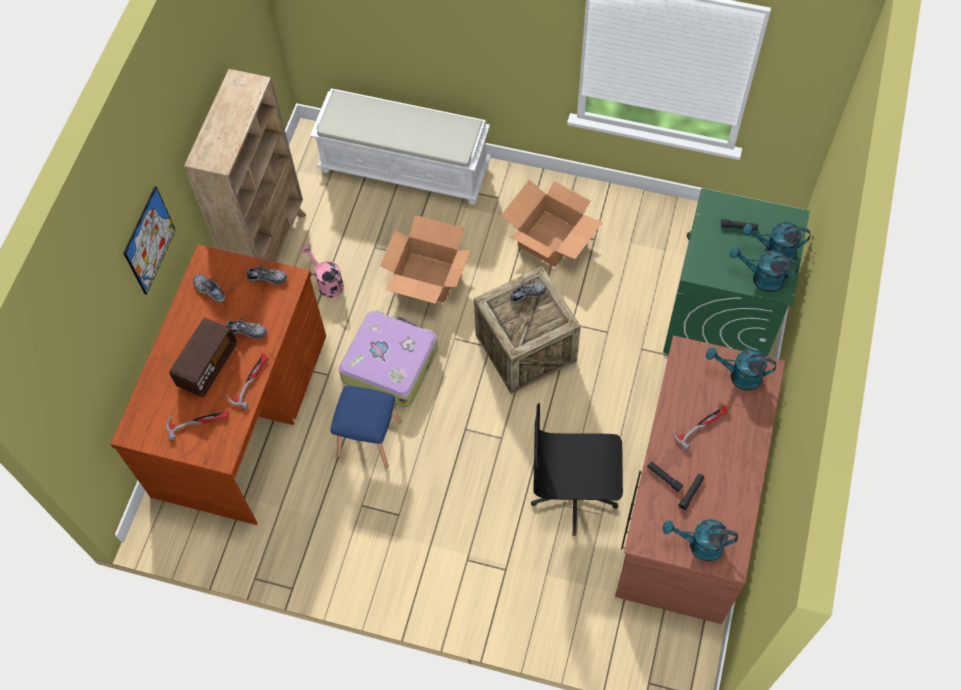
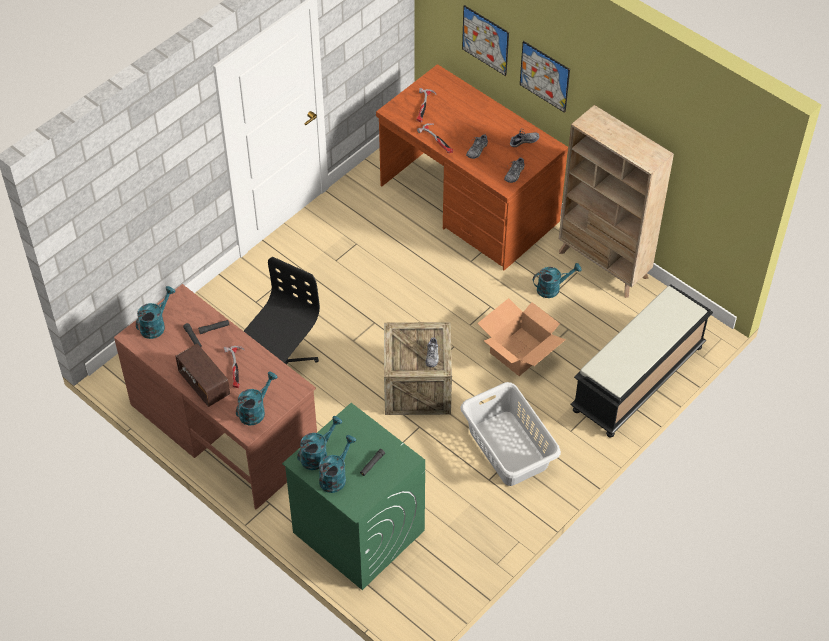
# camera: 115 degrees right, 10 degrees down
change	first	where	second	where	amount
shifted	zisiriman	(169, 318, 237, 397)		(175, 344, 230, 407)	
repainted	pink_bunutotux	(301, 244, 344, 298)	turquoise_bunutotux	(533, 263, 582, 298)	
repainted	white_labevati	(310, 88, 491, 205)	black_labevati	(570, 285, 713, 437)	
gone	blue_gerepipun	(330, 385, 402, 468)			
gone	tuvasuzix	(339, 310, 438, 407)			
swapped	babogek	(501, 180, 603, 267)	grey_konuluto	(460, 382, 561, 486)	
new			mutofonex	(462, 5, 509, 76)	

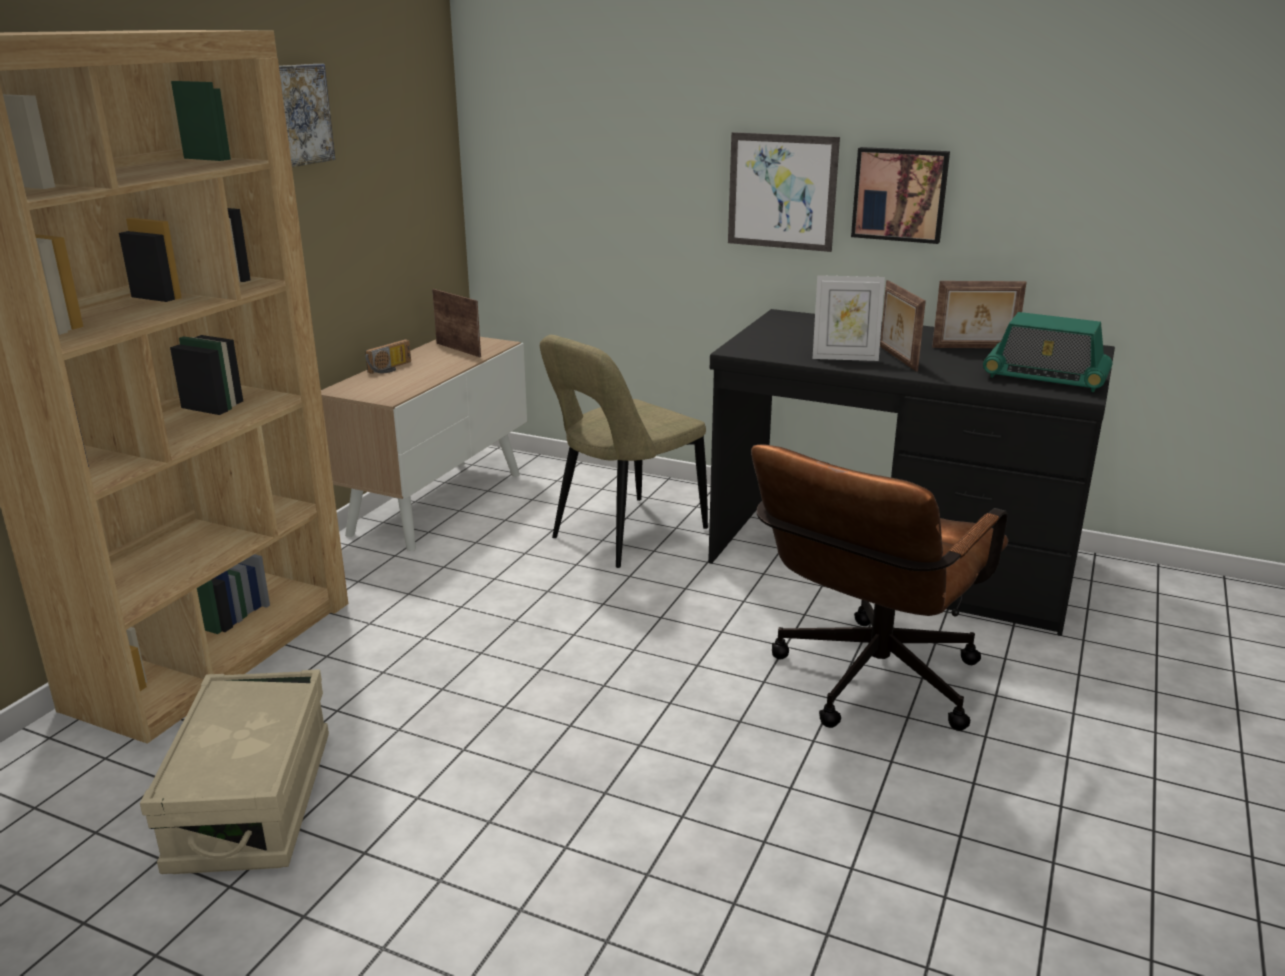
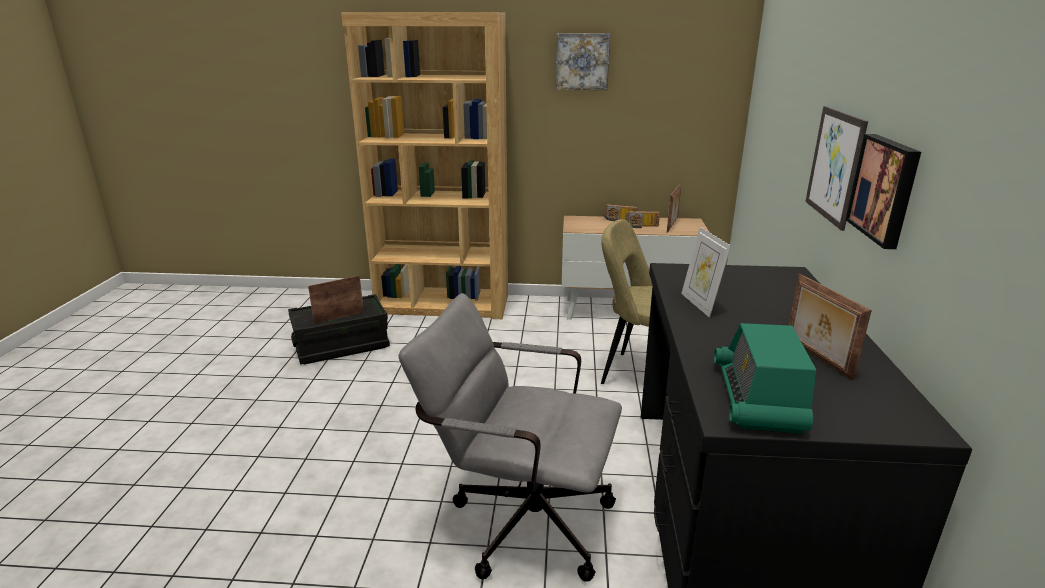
# camera: 70 degrees right, 0 degrees up
change	first	where	second	where	amount
repainted	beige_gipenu	(140, 669, 329, 874)	black_gipenu	(288, 294, 390, 364)	
repainted	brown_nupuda	(751, 444, 1009, 731)	grey_nupuda	(398, 293, 622, 582)	
shifted	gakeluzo	(880, 280, 926, 372)		(308, 275, 364, 324)	
new			zisiriman	(625, 211, 660, 228)	

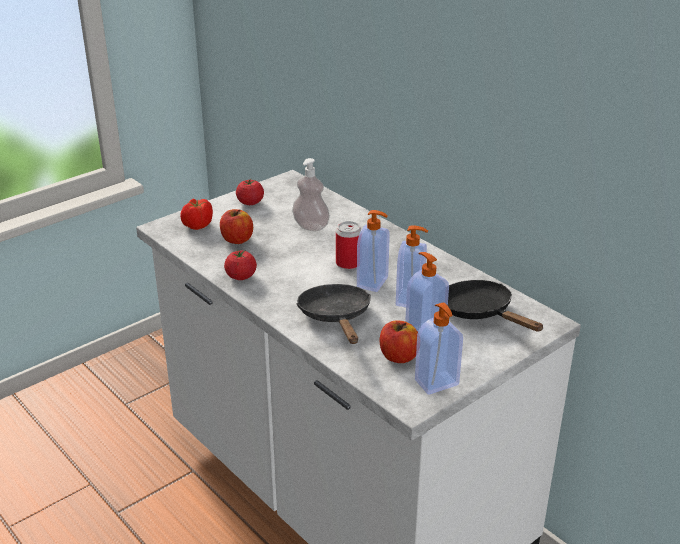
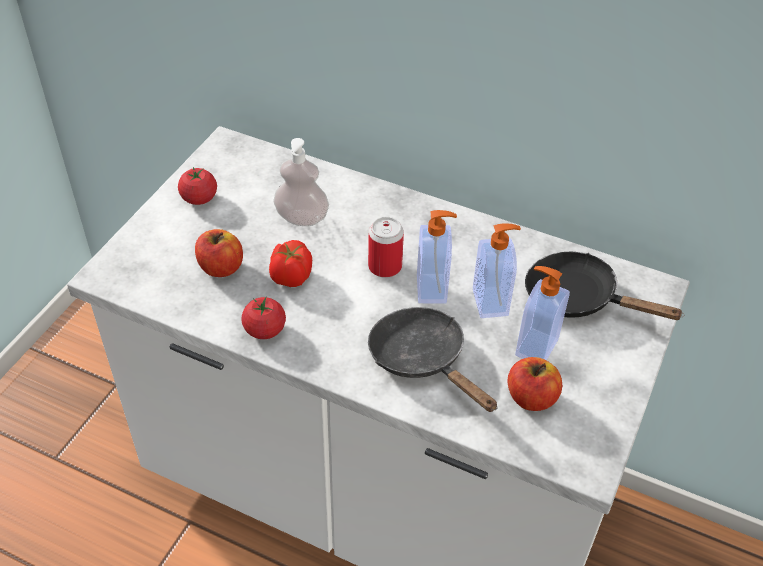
# camera: 25 degrees left, 15 degrees up
change	first	where	second	where	amount
shifted	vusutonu	(180, 199, 213, 230)		(269, 240, 312, 287)	
gone	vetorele	(415, 302, 463, 394)			

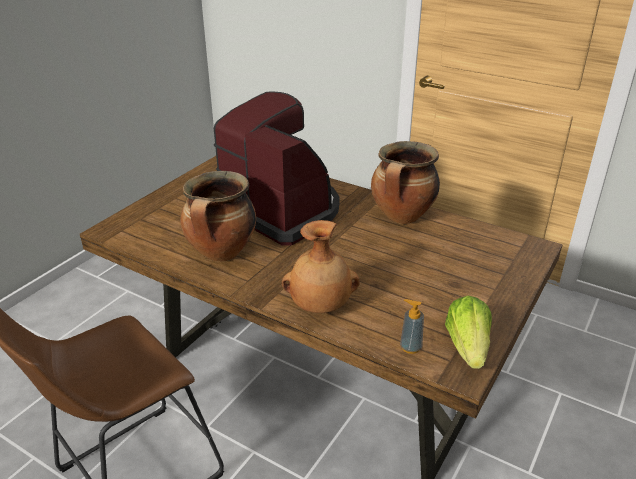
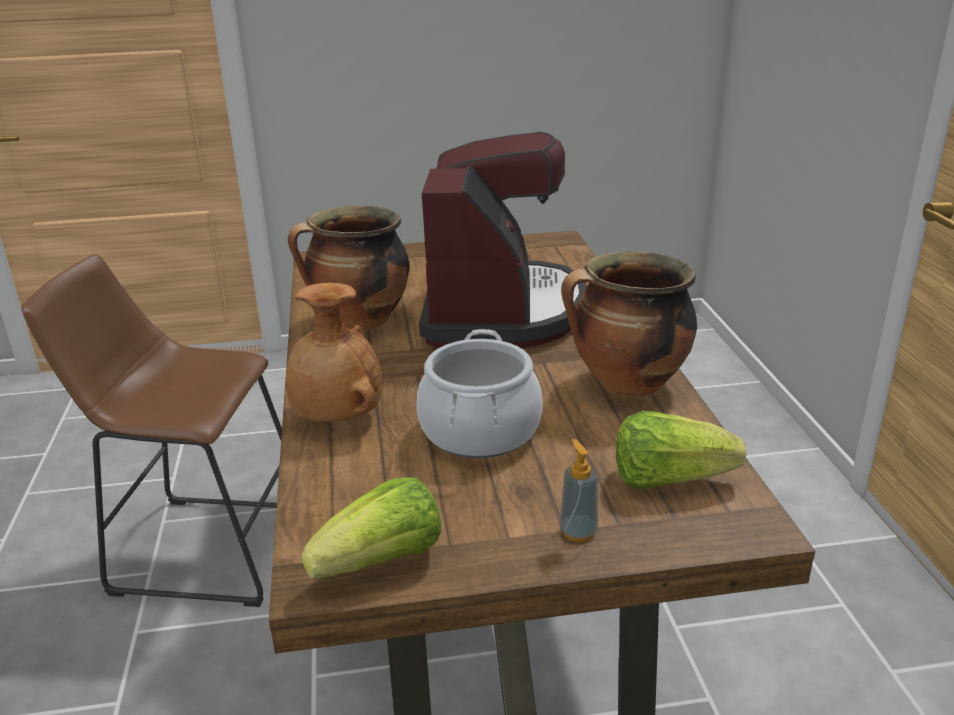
# camera: 50 degrees right, 5 degrees down
change	first	where	second	where	amount
shifted	vetorele	(400, 299, 424, 354)		(560, 439, 598, 542)	
new			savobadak	(416, 329, 543, 458)	
new			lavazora	(616, 411, 746, 489)	

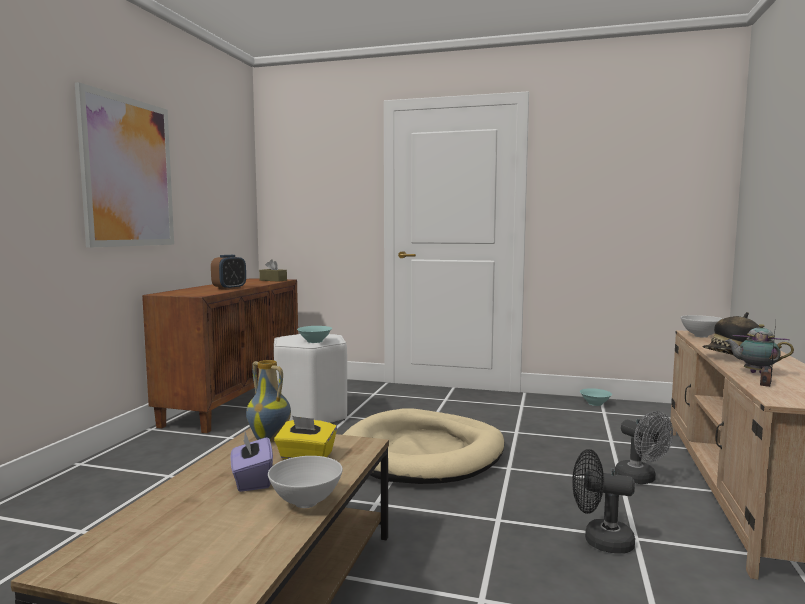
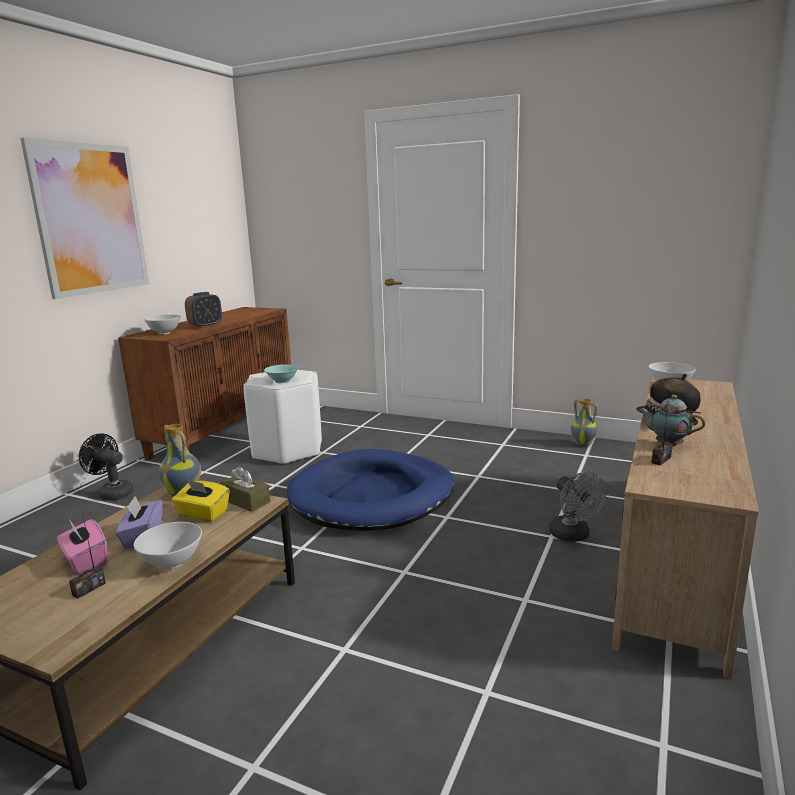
# camera: 10 degrees right, 10 degrees up
change	first	where	second	where	amount
shifted	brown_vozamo	(259, 260, 287, 282)		(220, 466, 270, 512)	
repainted	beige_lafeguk	(343, 408, 504, 484)	blue_lafeguk	(286, 449, 454, 531)	
shifted	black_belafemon	(572, 449, 635, 554)		(79, 433, 134, 501)	
swapped	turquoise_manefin	(580, 388, 612, 406)	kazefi	(571, 399, 598, 446)	
new			pink_vozamo	(57, 519, 107, 574)	
new			zisiriman	(69, 513, 106, 598)	
new			white_manefin	(144, 314, 181, 334)	

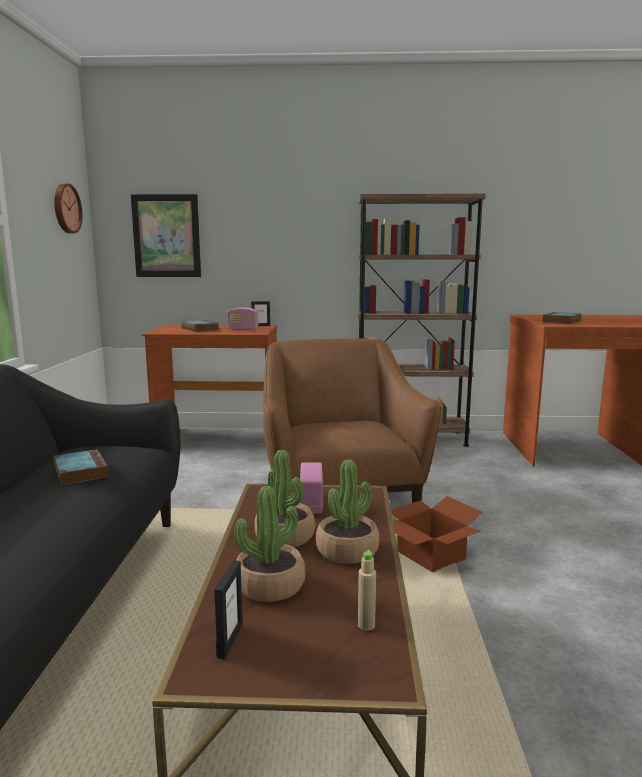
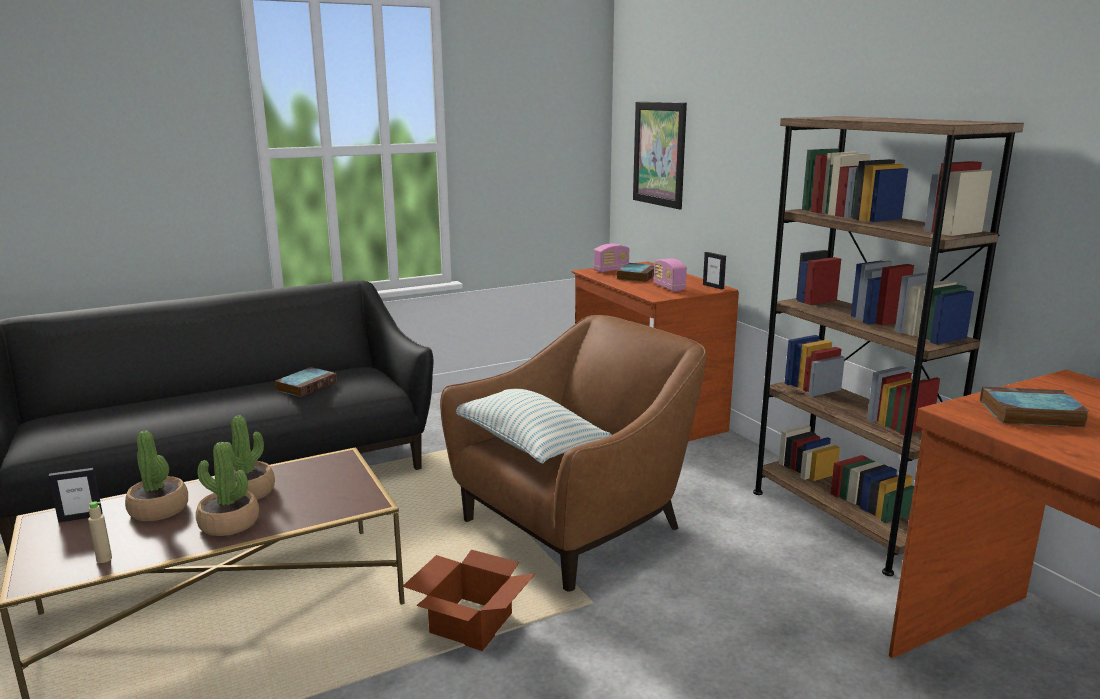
# camera: 60 degrees right, 5 degrees up
change	first	where	second	where	amount
gone	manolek	(54, 184, 83, 233)			
shifted	zisiriman	(300, 462, 323, 514)		(594, 244, 629, 273)	
new			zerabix	(456, 389, 612, 463)	

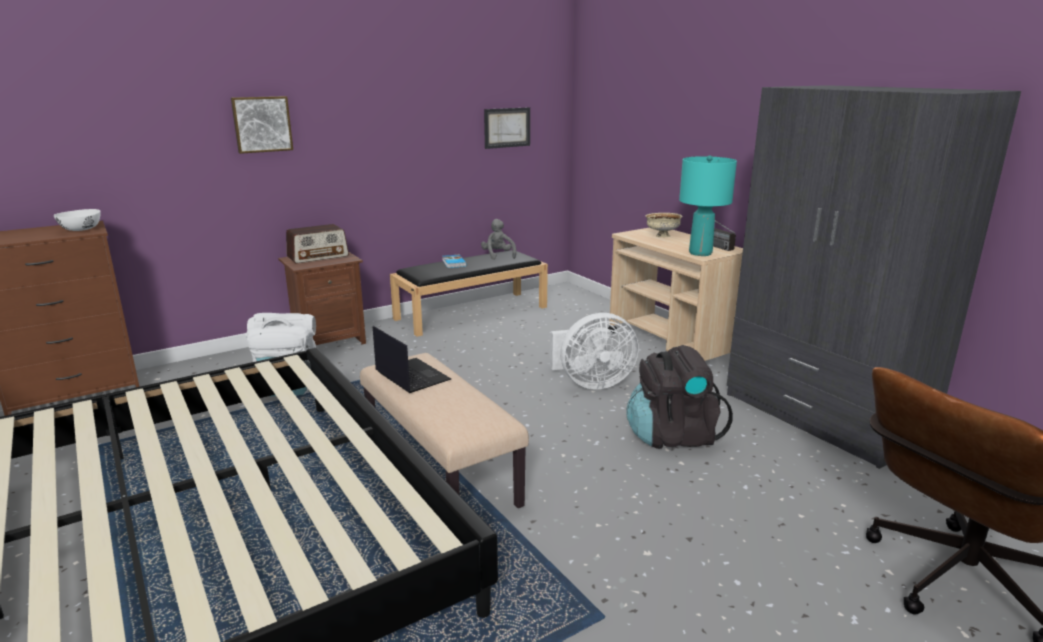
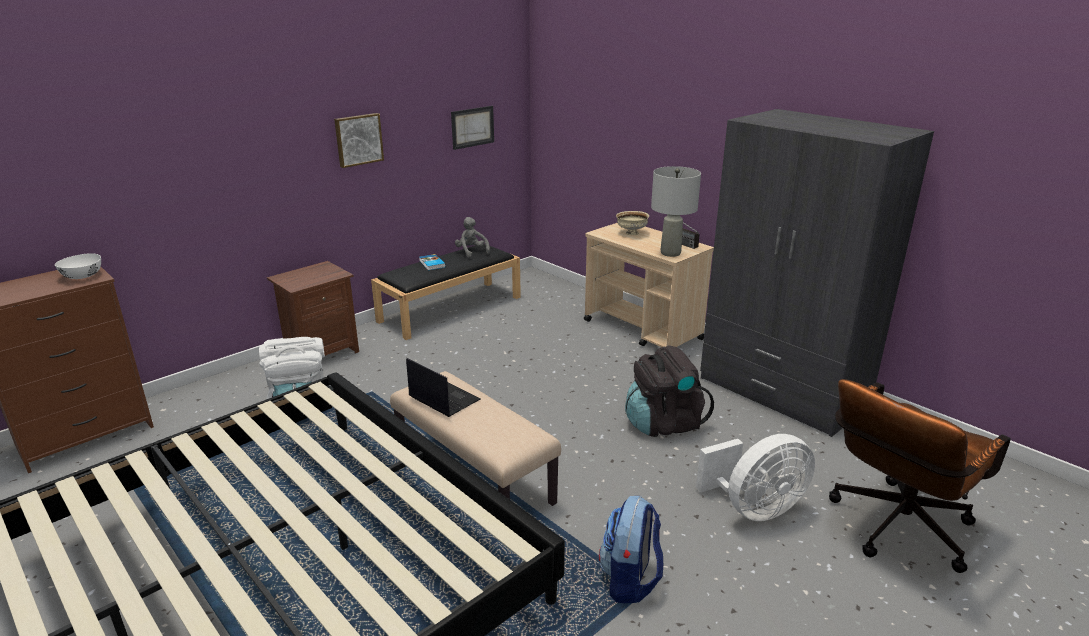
# camera: 10 degrees left, 5 degrees up
change	first	where	second	where	amount
shifted	mutofonex	(231, 96, 293, 154)		(334, 113, 384, 168)	
gone	zisiriman	(286, 224, 349, 264)			
shifted	white_belafemon	(550, 313, 639, 389)		(696, 434, 815, 521)	
repainted	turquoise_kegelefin	(679, 155, 737, 256)	grey_kegelefin	(651, 166, 701, 257)	
new			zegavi	(599, 496, 663, 603)	

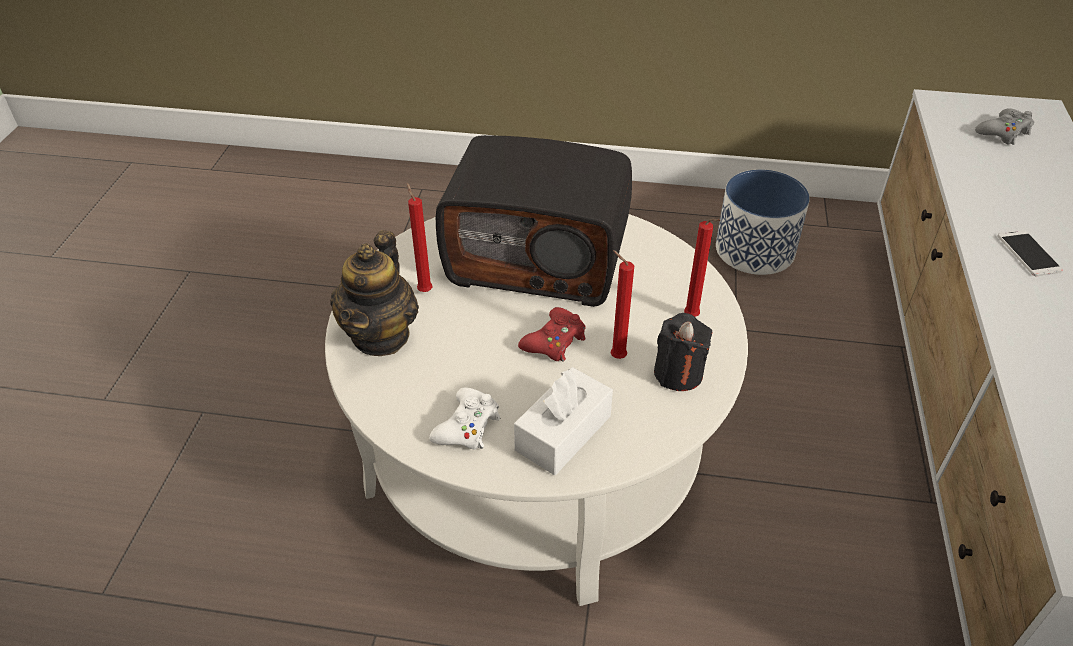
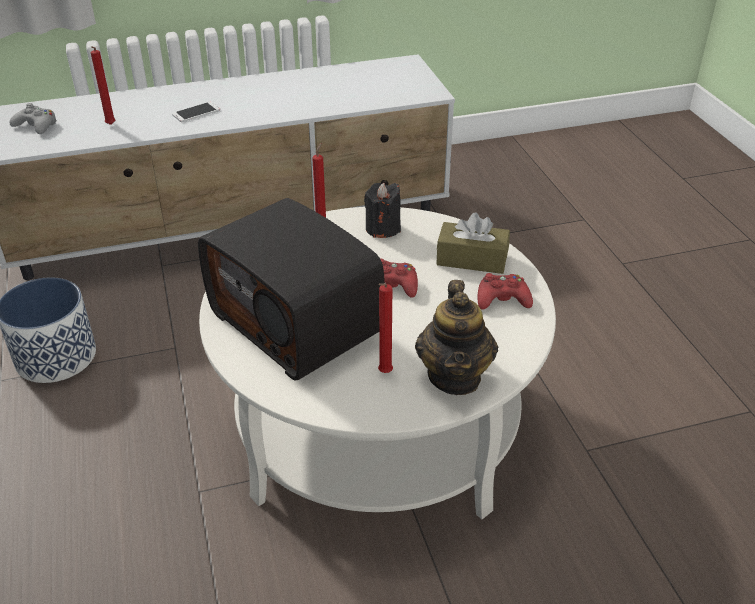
# camera: 115 degrees left, 5 degrees down
change	first	where	second	where	amount
rotated	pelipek	(330, 230, 419, 356)		(415, 280, 498, 395)	105 degrees clockwise
repainted	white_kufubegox	(429, 387, 500, 450)	red_kufubegox	(477, 273, 533, 310)	
rotated	zisiriman	(436, 135, 632, 307)		(198, 198, 385, 381)	150 degrees clockwise
repainted	white_vozamo	(514, 367, 613, 475)	brown_vozamo	(436, 212, 510, 274)	
shifted	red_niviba	(611, 250, 634, 359)		(91, 46, 115, 125)	

